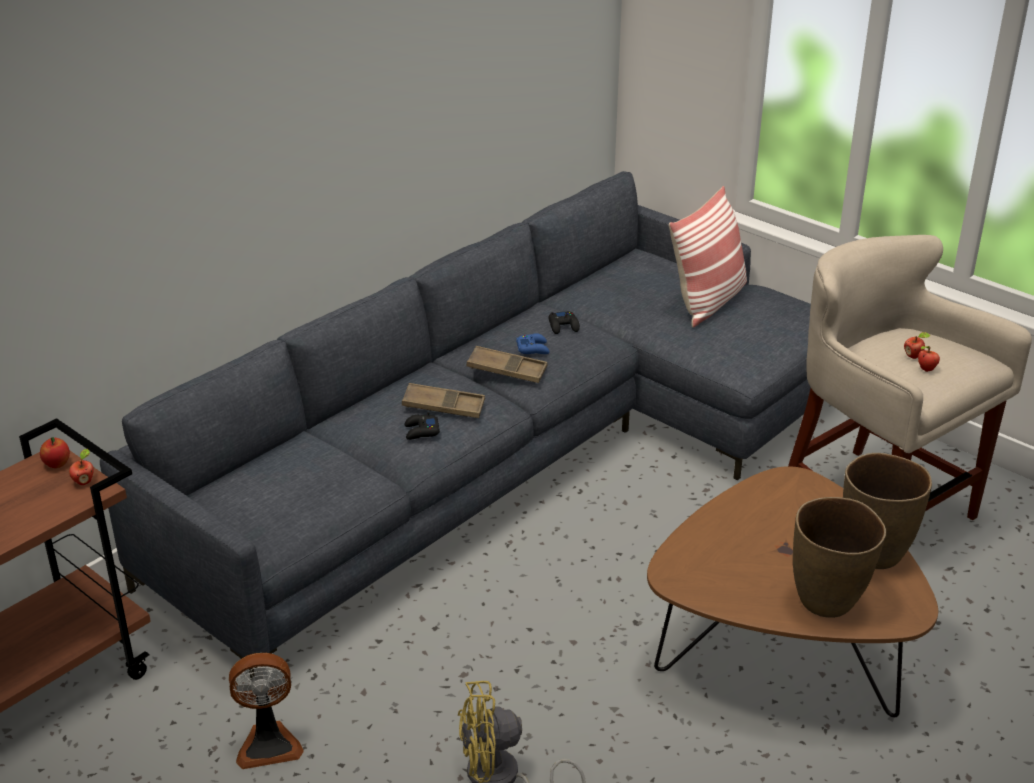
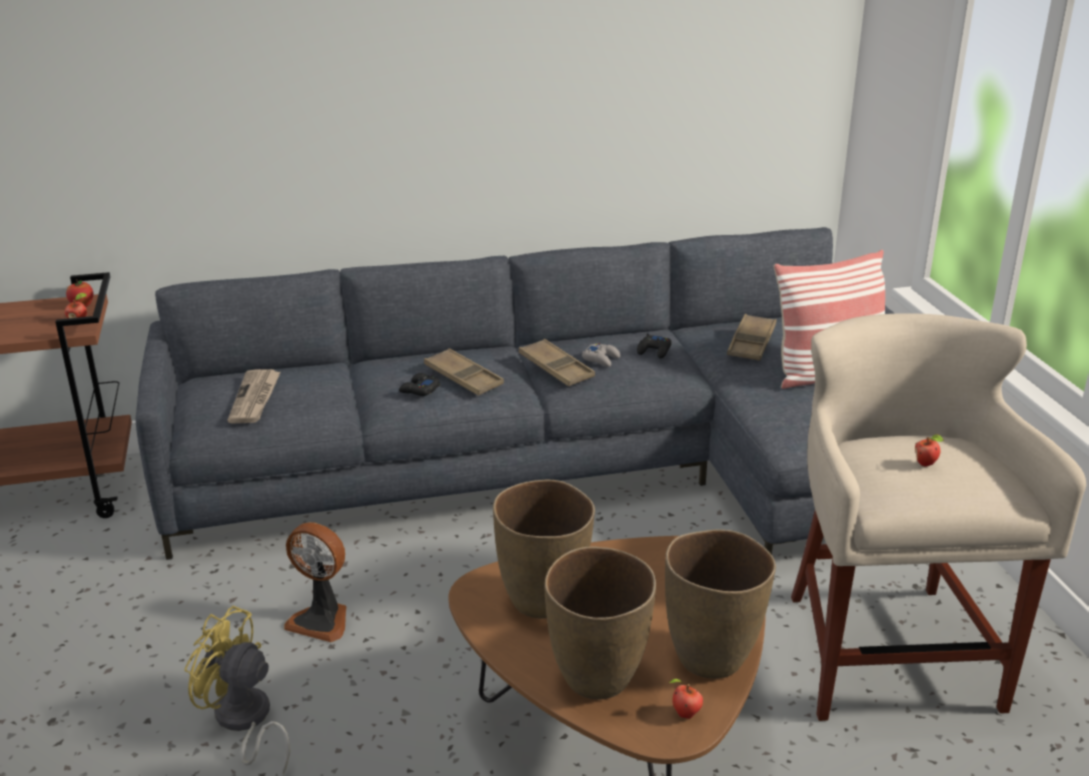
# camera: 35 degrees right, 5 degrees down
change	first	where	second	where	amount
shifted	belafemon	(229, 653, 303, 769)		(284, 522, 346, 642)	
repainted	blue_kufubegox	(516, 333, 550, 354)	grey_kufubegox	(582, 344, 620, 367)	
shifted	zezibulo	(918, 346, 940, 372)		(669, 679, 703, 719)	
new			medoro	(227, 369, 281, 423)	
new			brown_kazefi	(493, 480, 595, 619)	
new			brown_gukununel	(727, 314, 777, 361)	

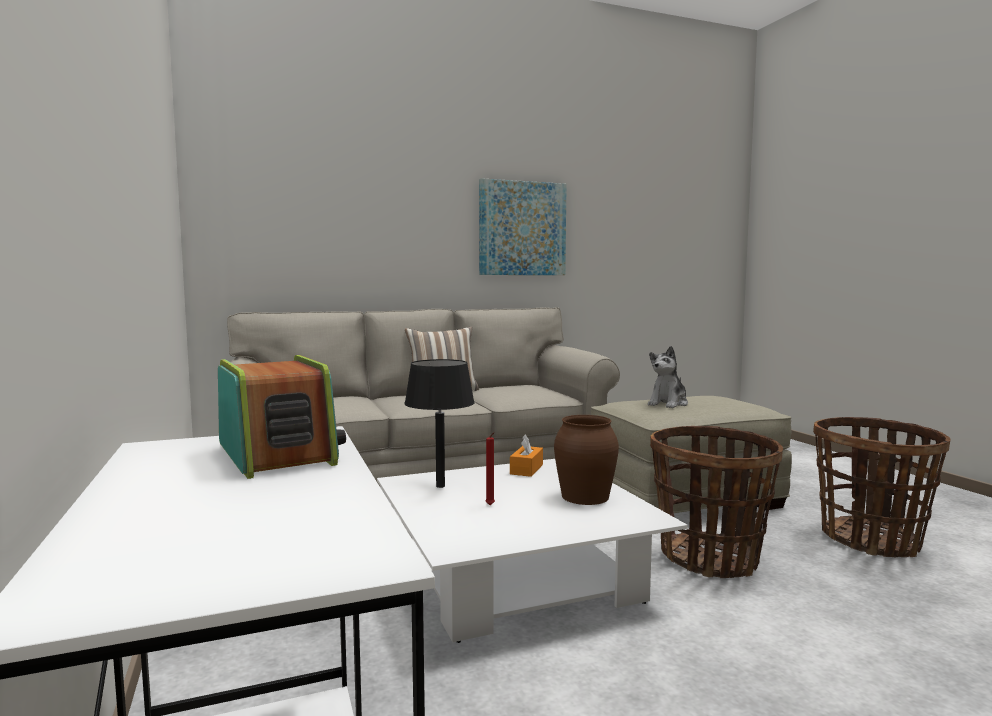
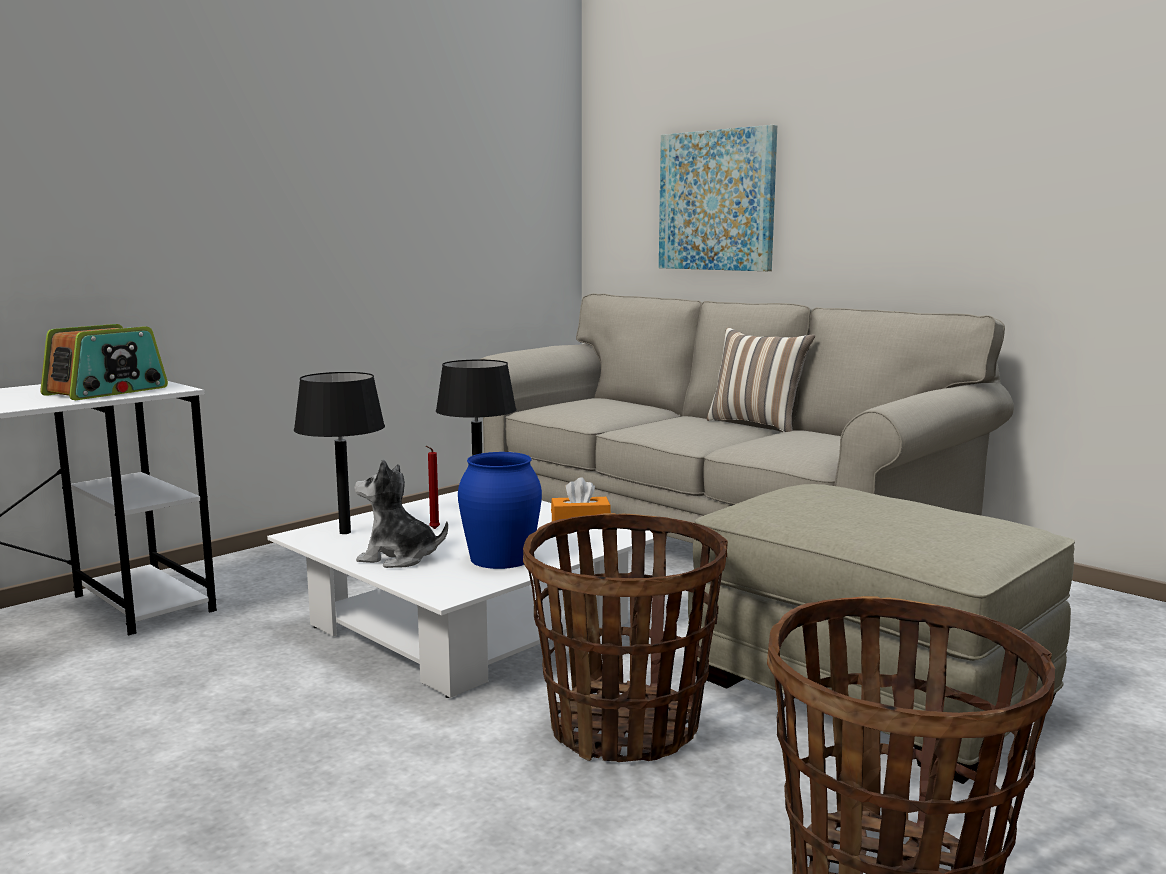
# camera: 65 degrees right, 5 degrees up
change	first	where	second	where	amount
shifted	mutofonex	(479, 178, 567, 275)		(659, 125, 777, 271)	
repainted	brown_kazefi	(554, 415, 619, 505)	blue_kazefi	(458, 452, 542, 569)	
shifted	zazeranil	(648, 346, 688, 408)		(354, 459, 448, 568)	
new			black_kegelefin	(294, 372, 385, 534)	

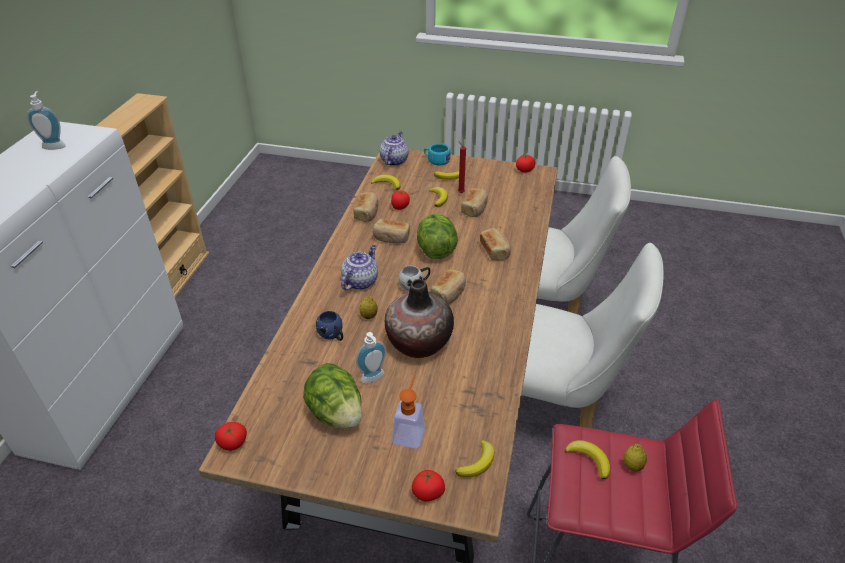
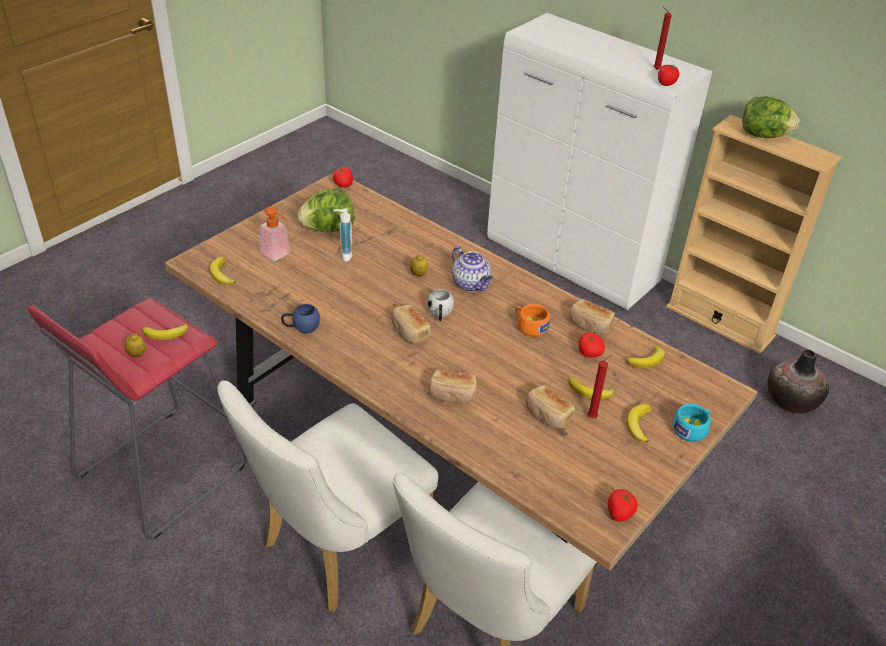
# camera: 115 degrees right, 0 degrees up
change	first	where	second	where	amount
swapped	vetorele	(27, 91, 65, 150)	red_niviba	(654, 7, 672, 70)	
shifted	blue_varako	(316, 311, 343, 341)		(281, 304, 320, 334)	
swapped	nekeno	(373, 219, 410, 244)	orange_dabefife	(515, 304, 550, 337)	
gone	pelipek	(379, 131, 409, 166)			
shifted	kazefi	(385, 279, 454, 358)		(767, 349, 829, 414)	
shifted	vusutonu	(412, 468, 445, 502)		(658, 65, 679, 86)	
shifted	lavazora	(417, 214, 458, 259)		(742, 97, 799, 138)	

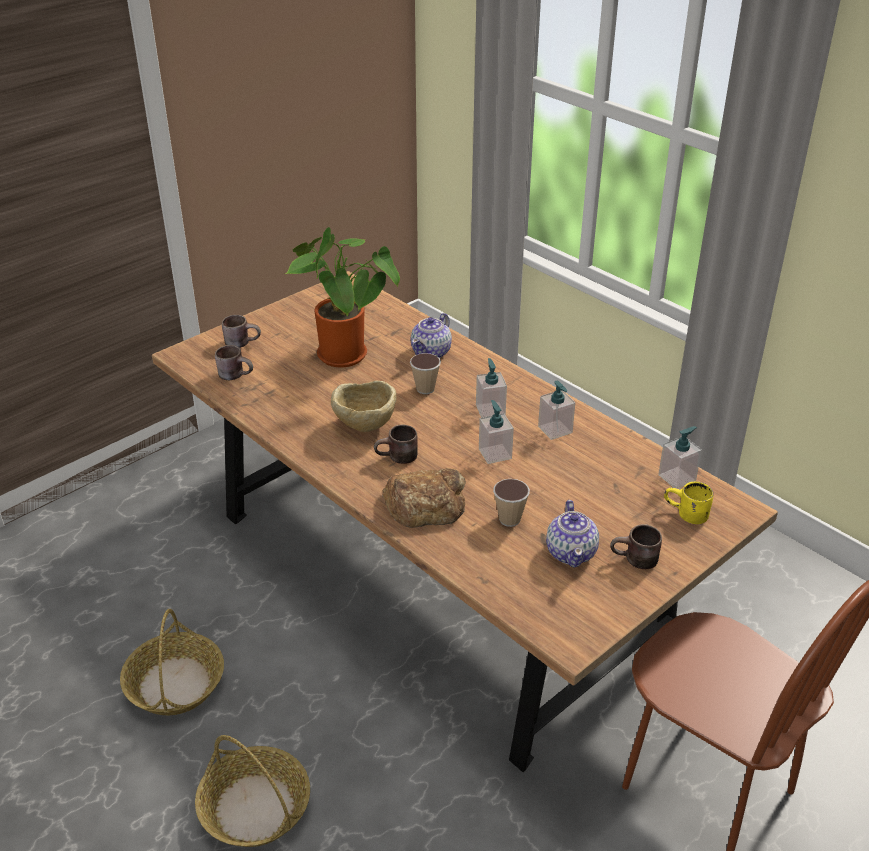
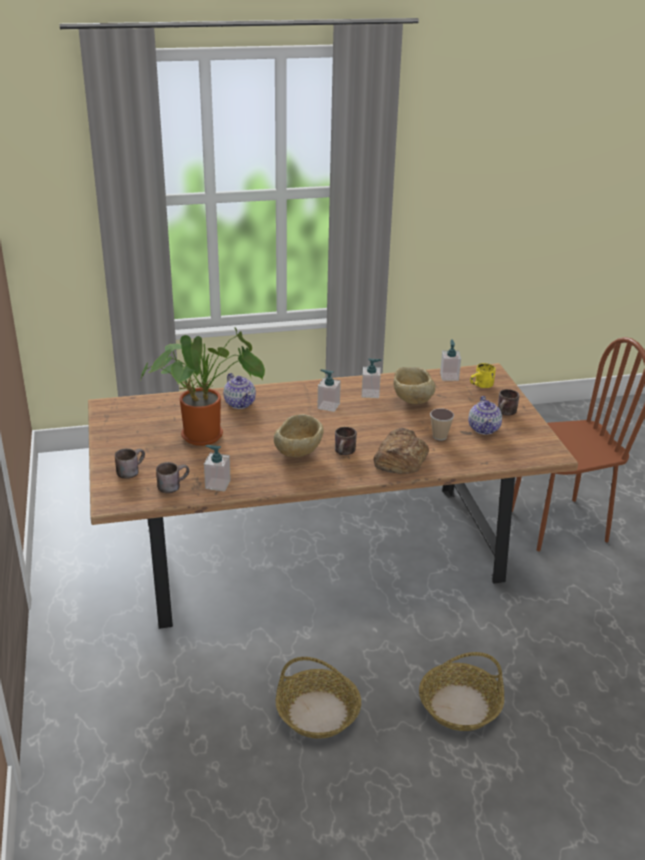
# camera: 60 degrees left, 5 degrees down
change	first	where	second	where	amount
gone	dabefife	(410, 353, 441, 394)			
shifted	vetorele	(479, 400, 514, 464)		(204, 445, 231, 491)	
rotated	pelipek	(546, 500, 599, 568)		(468, 396, 502, 435)	60 degrees clockwise
new			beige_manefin	(393, 367, 436, 404)	

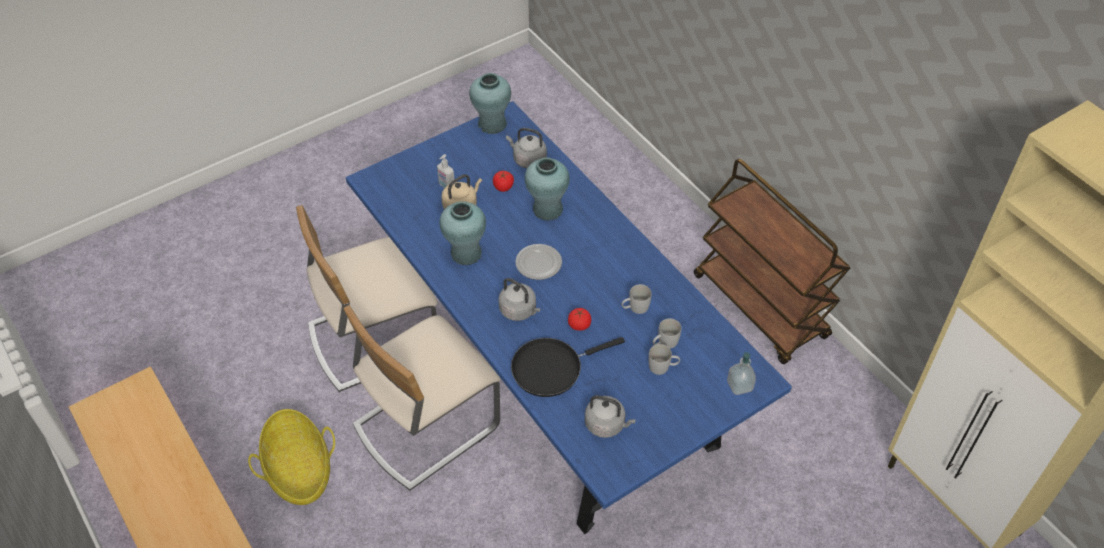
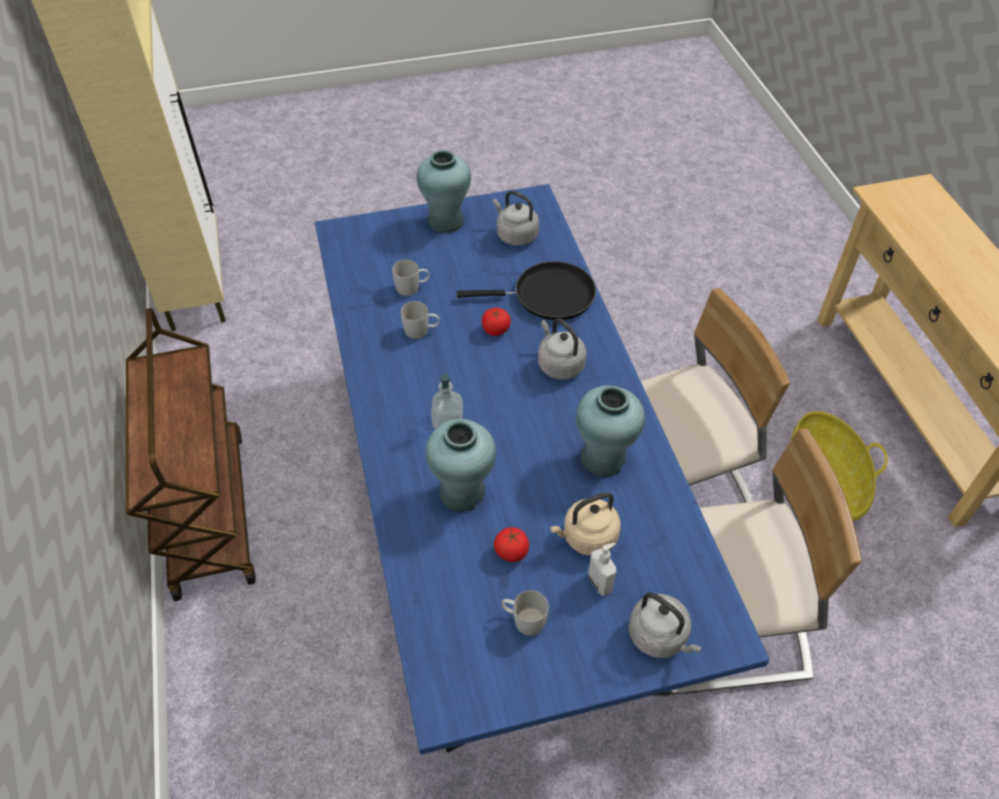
# camera: 160 degrees left, 0 degrees up
change	first	where	second	where	amount
shifted	turquoise_kazefi	(469, 73, 511, 134)		(417, 150, 471, 233)	
shifted	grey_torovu	(506, 128, 547, 168)		(629, 592, 701, 658)	
gone	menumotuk	(515, 244, 562, 280)			
shifted	white_varako	(648, 344, 680, 375)		(501, 590, 549, 636)	
shifted	vetorele	(727, 352, 756, 395)		(431, 371, 463, 429)	

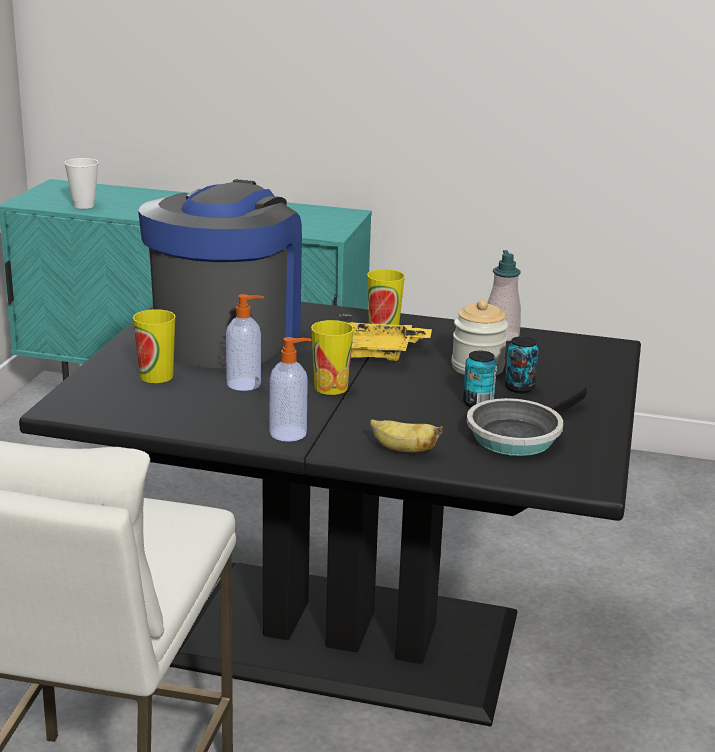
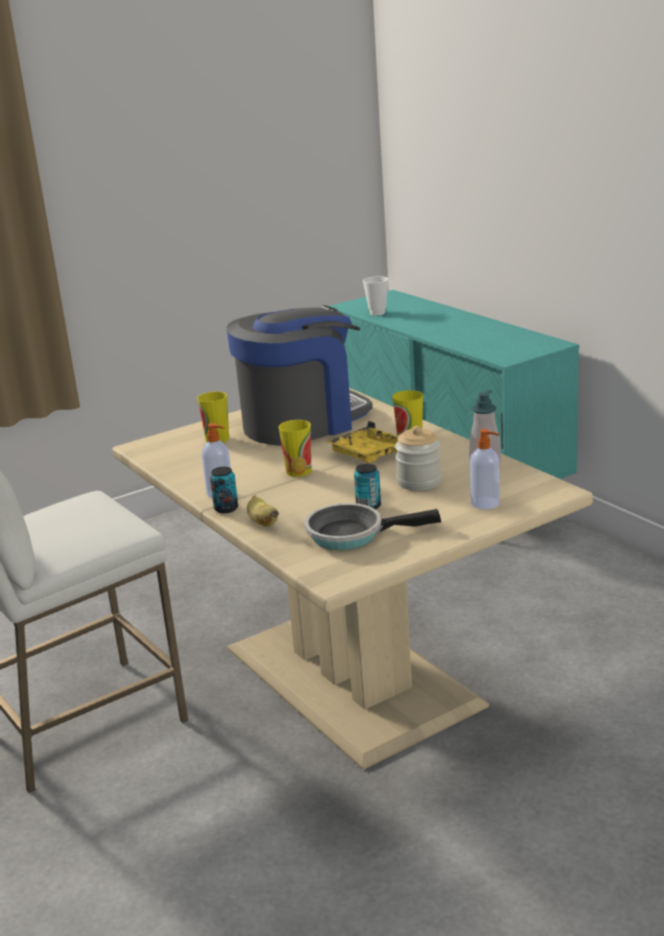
# camera: 45 degrees right, 0 degrees up
change	first	where	second	where	amount
repainted	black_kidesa	(19, 302, 641, 726)	beige_kidesa	(112, 388, 593, 770)	
shifted	vetorele	(226, 294, 264, 391)		(470, 429, 500, 509)	
shifted	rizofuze	(505, 336, 539, 393)		(210, 467, 238, 513)	

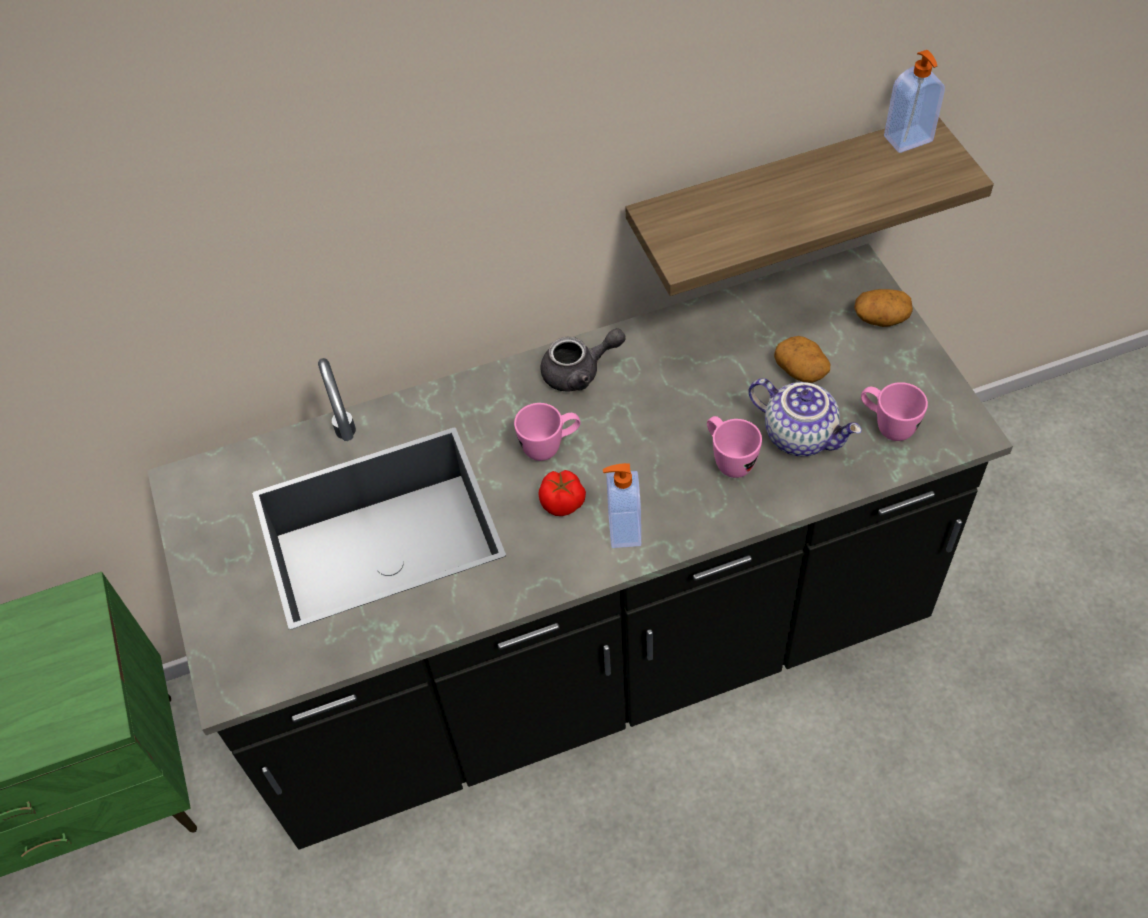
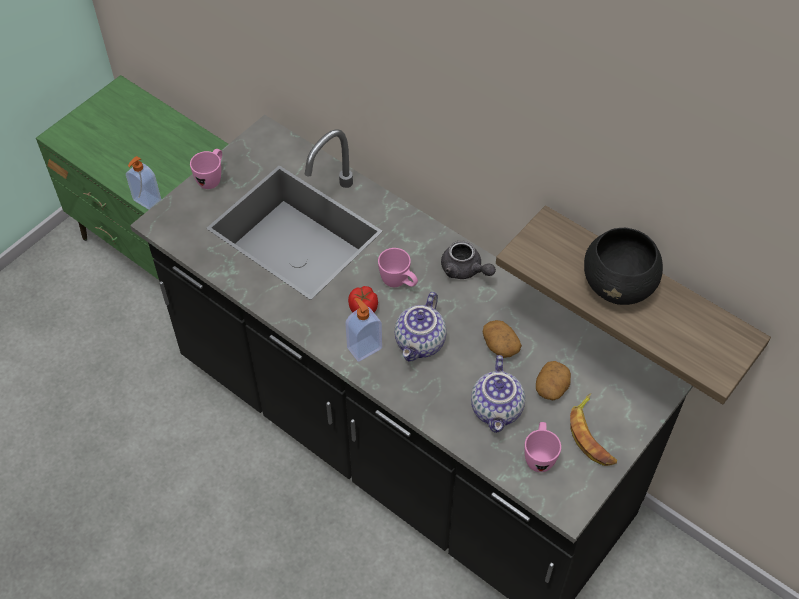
# camera: 55 degrees right, 0 degrees up
change	first	where	second	where	amount
shifted	pink_varako	(707, 416, 762, 478)		(190, 149, 222, 189)	
shifted	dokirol	(854, 289, 913, 327)		(483, 320, 522, 358)	
shifted	vetorele	(884, 50, 945, 153)		(126, 156, 161, 210)	
new			pelipek	(395, 292, 446, 361)	
new			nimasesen	(570, 393, 617, 466)	
new			black_manefin	(584, 228, 663, 305)	

